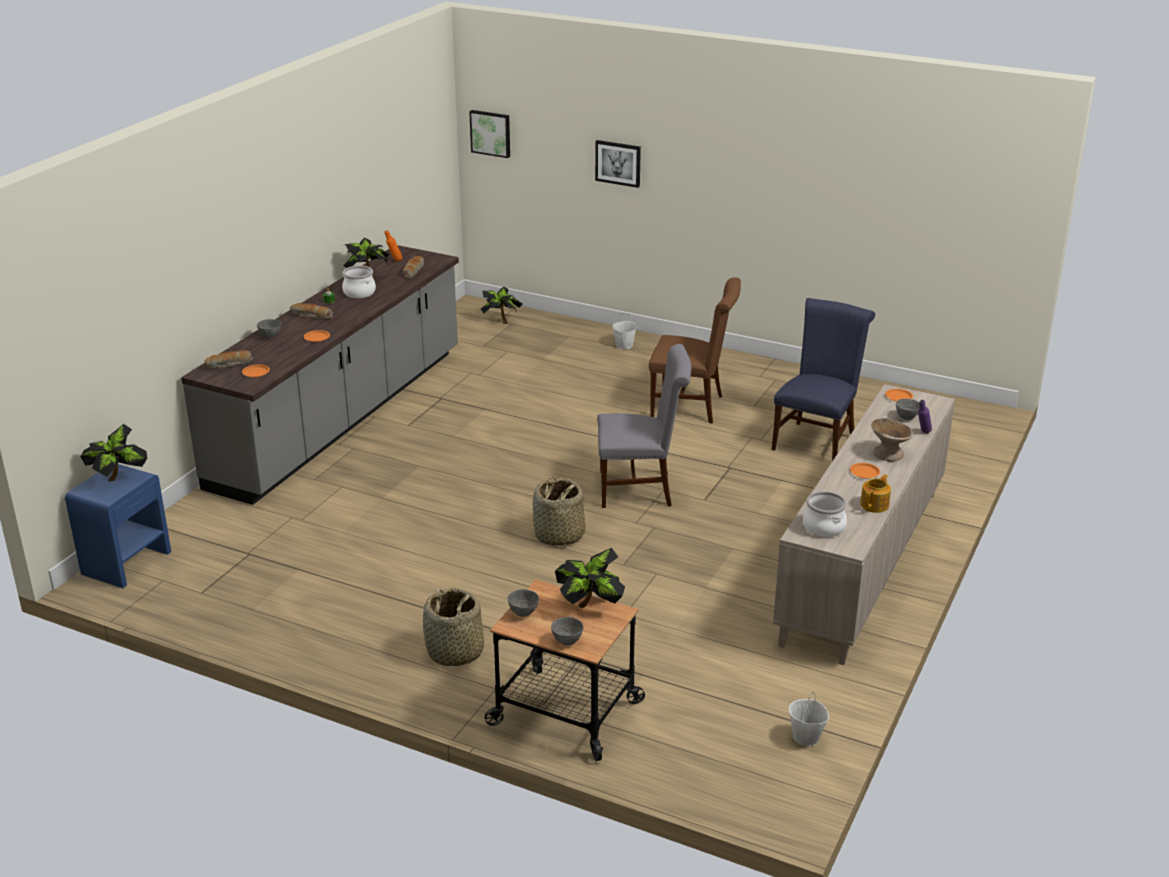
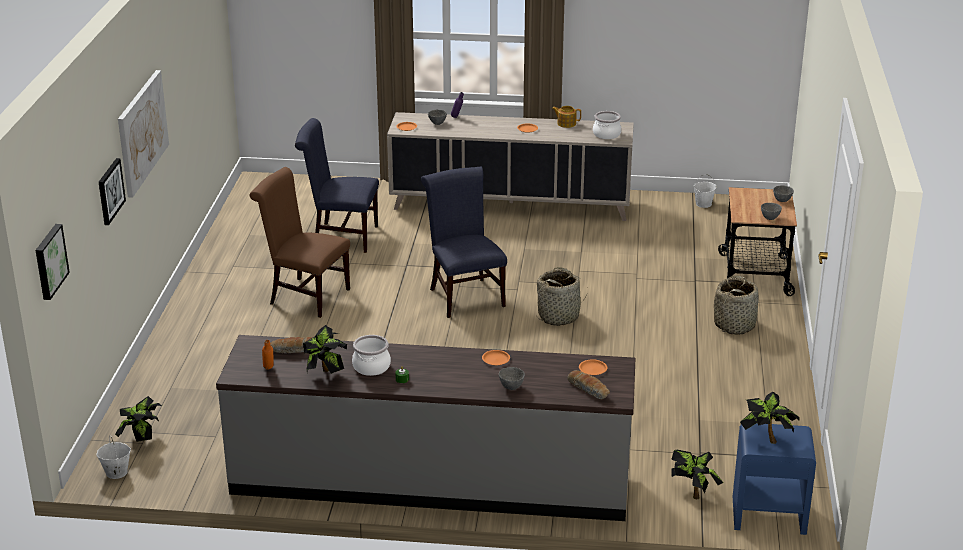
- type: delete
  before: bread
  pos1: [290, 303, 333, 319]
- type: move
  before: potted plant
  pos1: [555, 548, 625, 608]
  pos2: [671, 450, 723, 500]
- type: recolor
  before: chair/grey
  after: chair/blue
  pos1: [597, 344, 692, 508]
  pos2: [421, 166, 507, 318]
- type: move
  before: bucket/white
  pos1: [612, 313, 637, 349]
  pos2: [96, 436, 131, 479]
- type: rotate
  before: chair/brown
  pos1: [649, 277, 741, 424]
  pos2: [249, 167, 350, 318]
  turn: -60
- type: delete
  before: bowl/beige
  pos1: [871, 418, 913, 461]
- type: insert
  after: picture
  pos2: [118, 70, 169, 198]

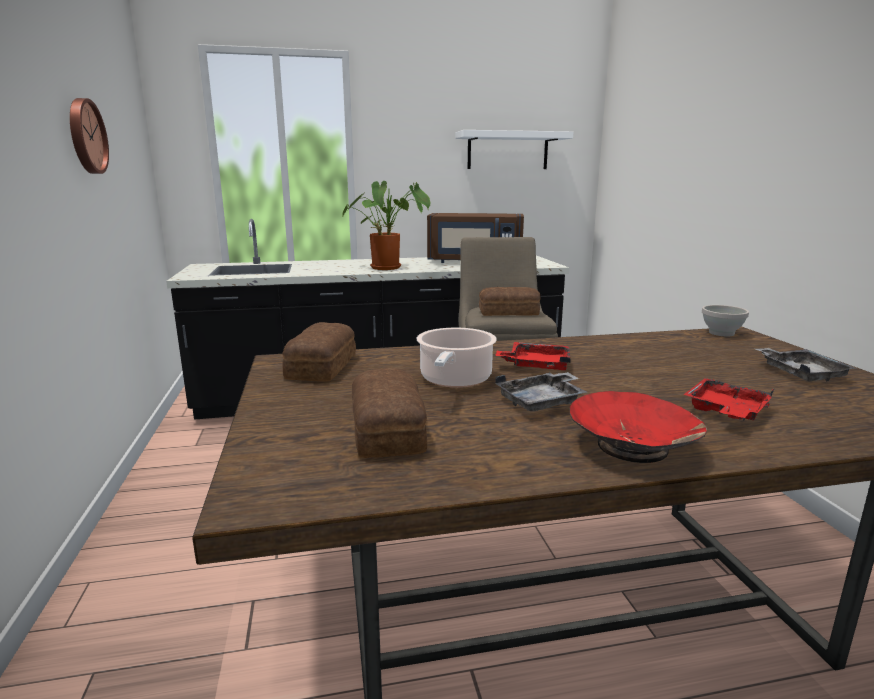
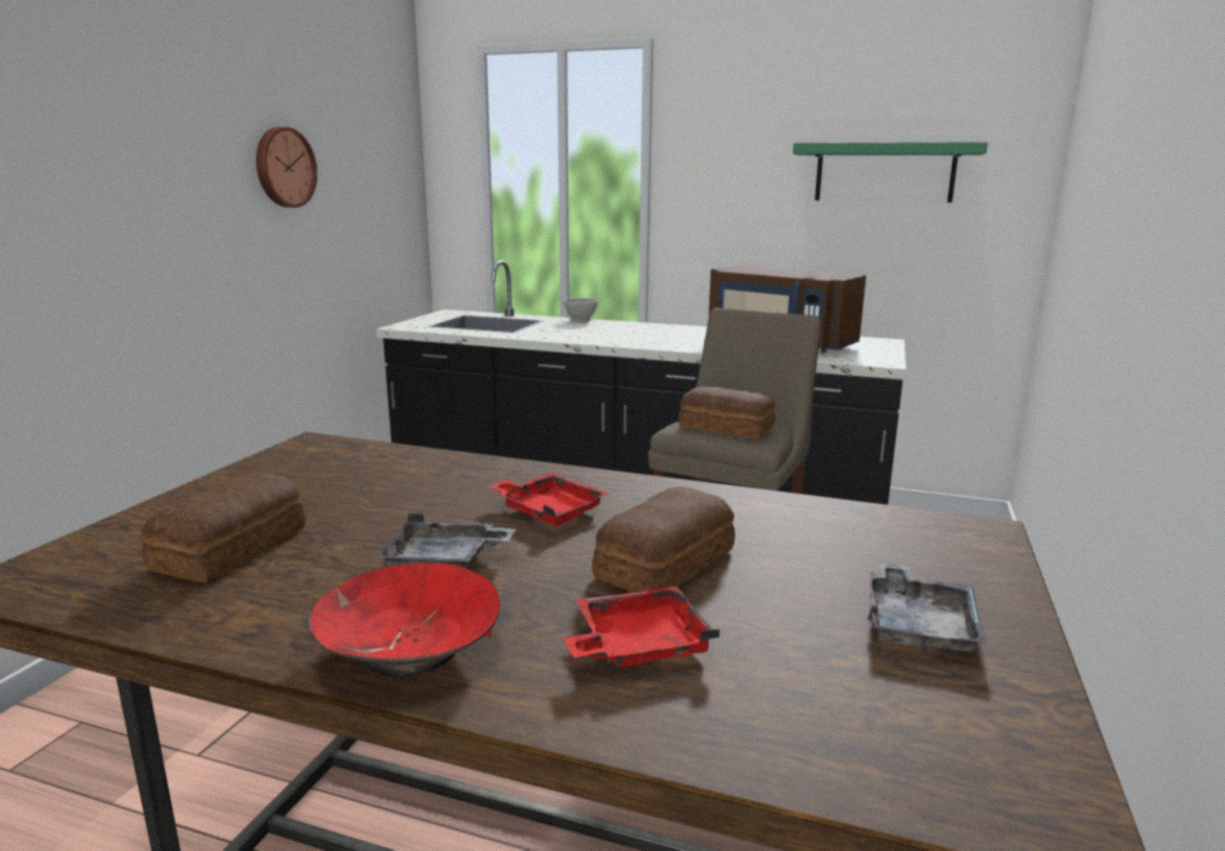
- type: move
  before: bread
  pos1: [282, 322, 356, 382]
  pos2: [593, 487, 735, 592]
- type: delete
  before: potted plant
  pos1: [342, 181, 430, 270]
- type: delete
  before: cooking pot
  pos1: [416, 328, 497, 388]
- type: recolor
  before: shelf/white
  after: shelf/green
  pos1: [455, 130, 573, 169]
  pos2: [793, 142, 988, 203]
- type: move
  before: bowl/white
  pos1: [702, 305, 749, 336]
  pos2: [564, 298, 598, 322]

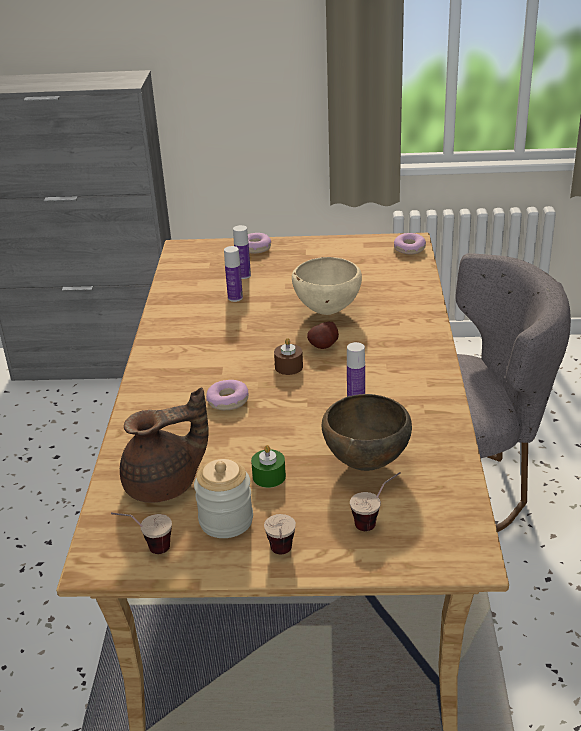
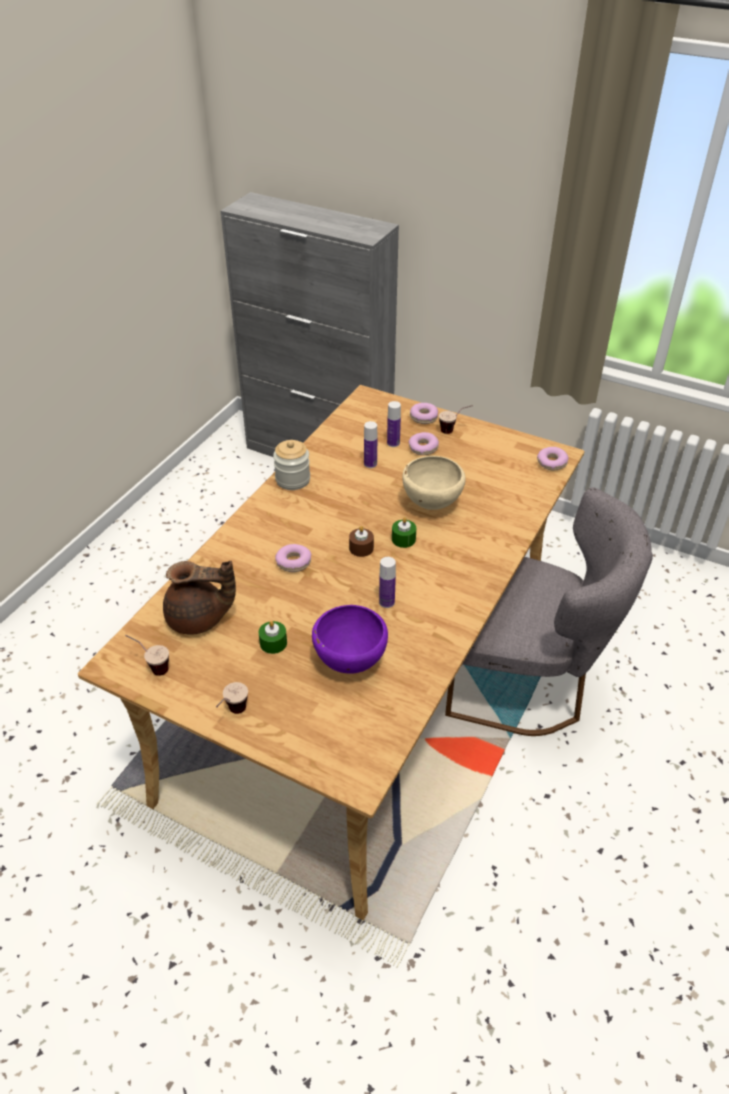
- type: move
  before: jar
  pos1: [194, 459, 253, 538]
  pos2: [273, 440, 310, 490]
- type: replace
  before: potato
  after: candle/green
  pos1: [307, 322, 339, 349]
  pos2: [392, 517, 416, 548]
- type: recolor
  before: bowl/brown
  after: bowl/purple
  pos1: [322, 394, 412, 471]
  pos2: [312, 605, 388, 674]
- type: move
  before: cup
  pos1: [350, 472, 400, 531]
  pos2: [439, 405, 473, 434]
- type: insert
  after: donut
  pos2: [409, 432, 439, 455]

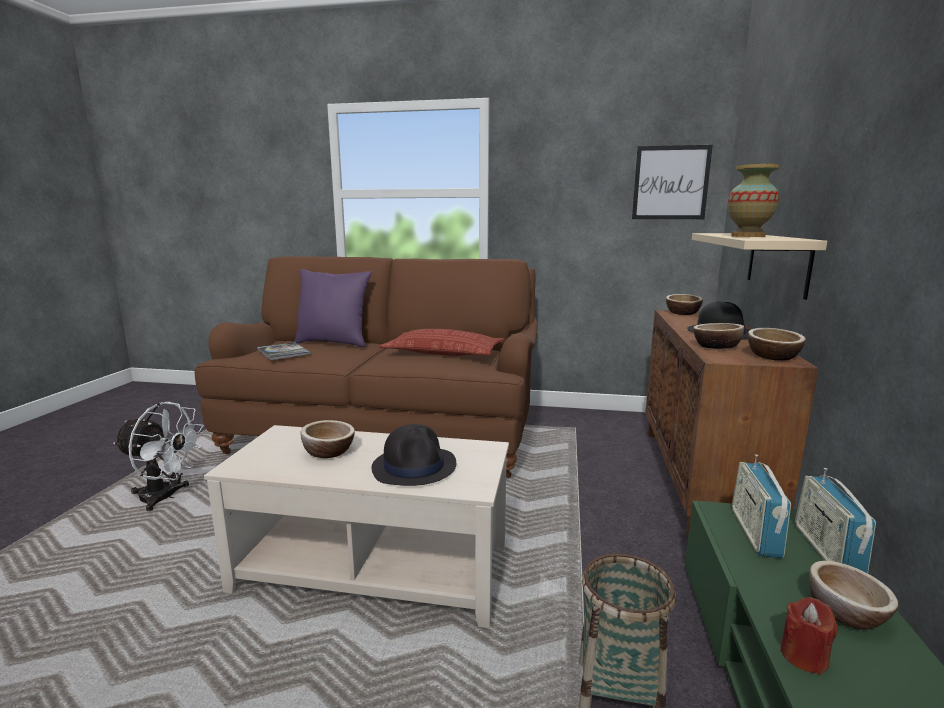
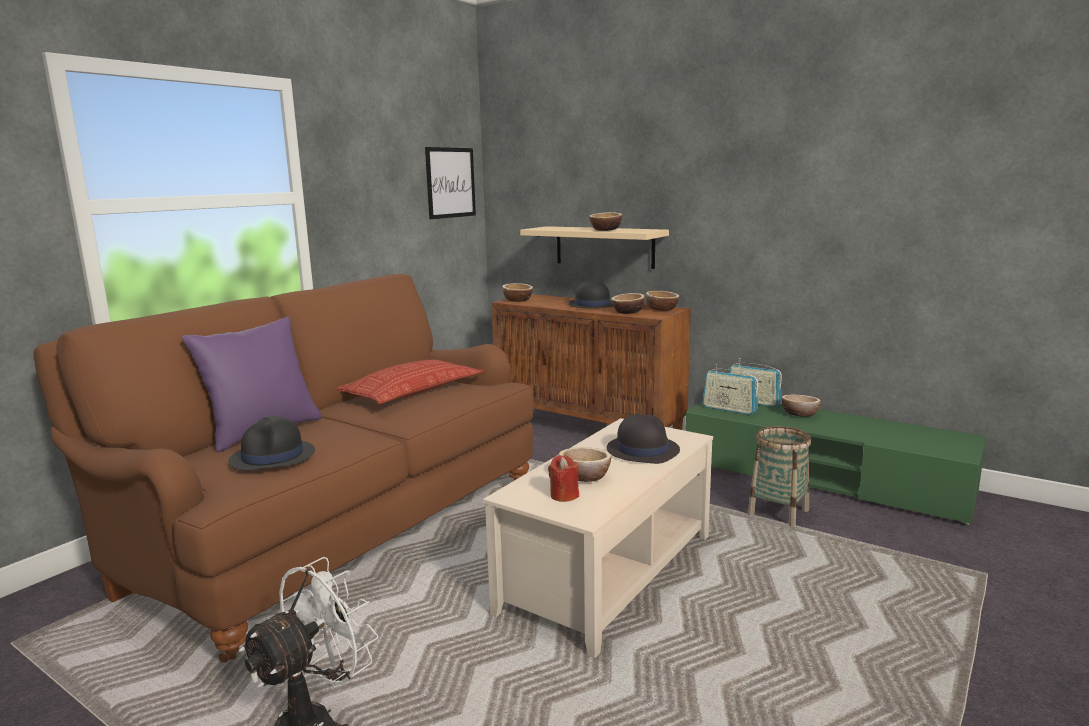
- type: replace
  before: book
  after: hat/black
  pos1: [257, 342, 311, 360]
  pos2: [228, 416, 315, 471]
- type: replace
  before: vase
  after: bowl
  pos1: [728, 164, 779, 237]
  pos2: [589, 212, 622, 231]
- type: move
  before: candle/red
  pos1: [781, 597, 838, 675]
  pos2: [548, 455, 579, 502]

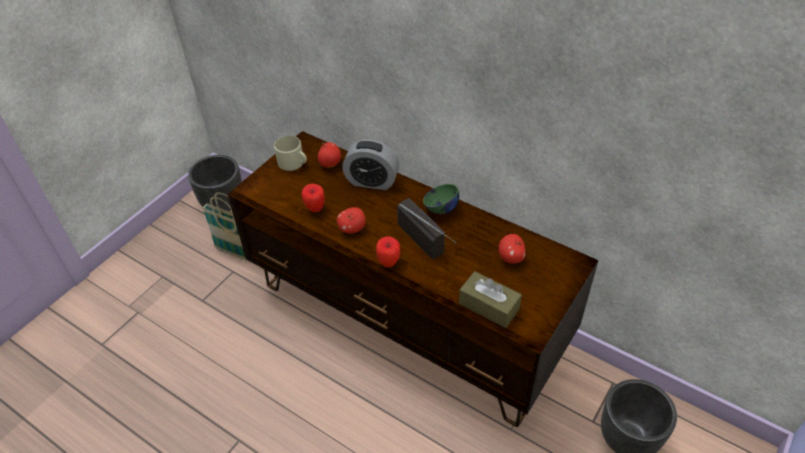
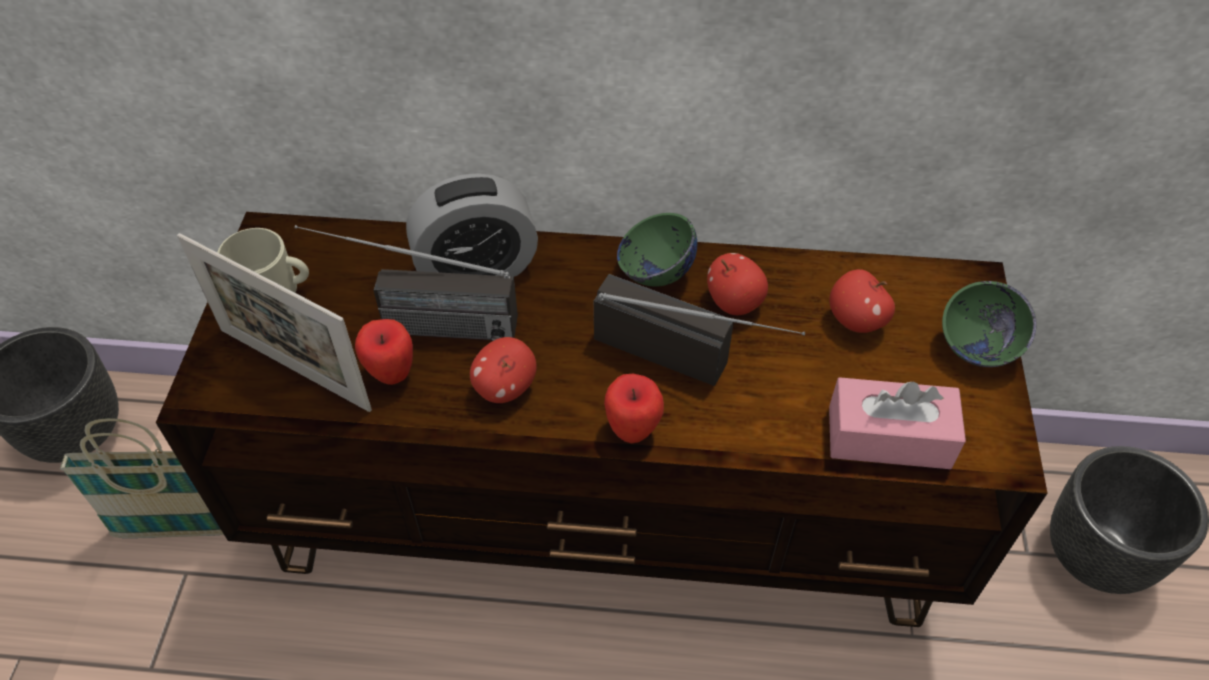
- type: move
  before: apple
  pos1: [318, 142, 341, 168]
  pos2: [707, 253, 768, 315]
- type: recolor
  before: tissue box/brown
  after: tissue box/pink
  pos1: [459, 271, 522, 328]
  pos2: [829, 377, 966, 469]
- type: insert
  after: picture frame
  pos2: [177, 233, 372, 412]
- type: insert
  after: radio
  pos2: [295, 225, 518, 341]
- type: insert
  after: bowl/green
  pos2: [942, 281, 1037, 367]

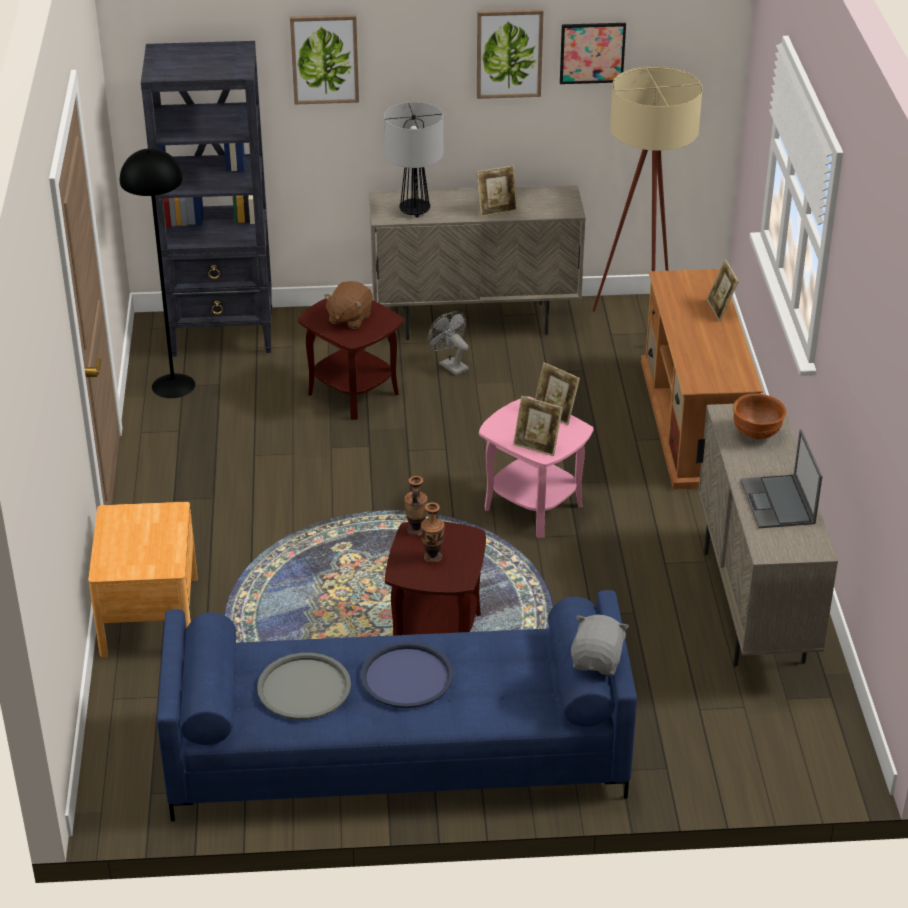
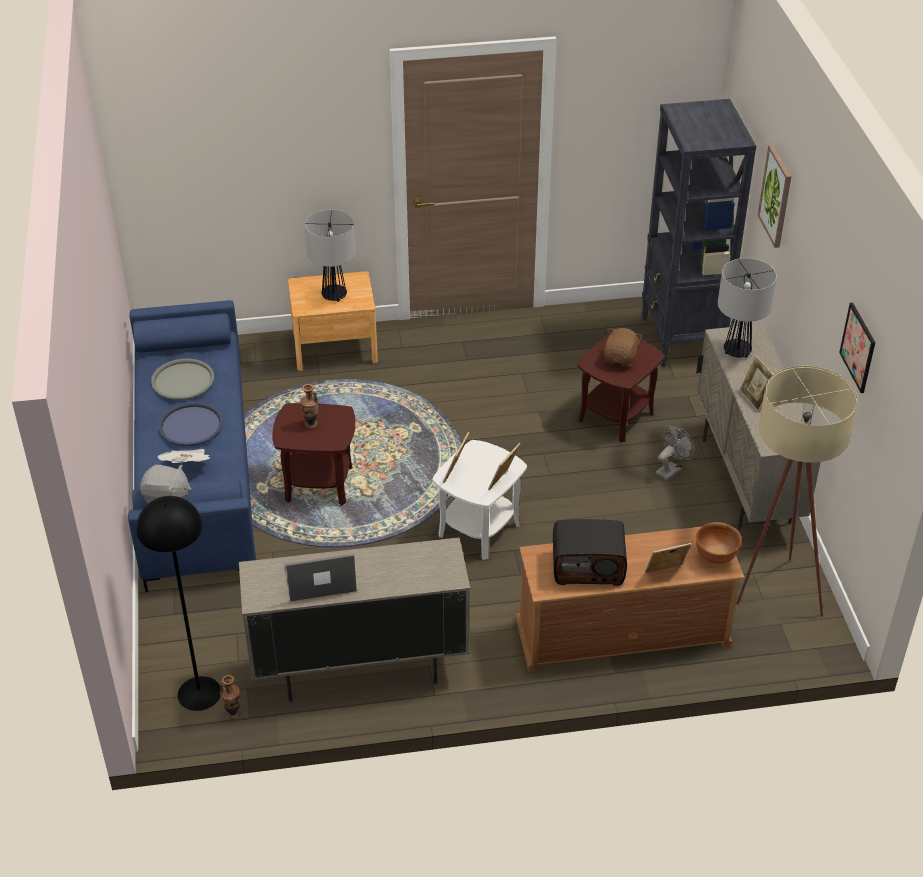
- type: move
  before: floor lamp/black
  pos1: [120, 148, 195, 398]
  pos2: [136, 496, 221, 711]
- type: rotate
  before: plush toy/brown
  pos1: [324, 281, 373, 329]
  pos2: [603, 328, 642, 367]
  turn: 90
- type: move
  before: vase
  pos1: [404, 476, 428, 536]
  pos2: [220, 675, 241, 720]
- type: delete
  before: picture
  pos1: [477, 9, 544, 99]
- type: recolor
  before: side table/pink
  after: side table/white
  pos1: [479, 396, 593, 538]
  pos2: [432, 440, 527, 560]
- type: move
  before: bowl/brown
  pos1: [733, 393, 786, 439]
  pos2: [696, 522, 742, 564]
- type: insert
  after: newspaper
  pos2: [158, 449, 210, 463]
- type: insert
  after: table lamp
  pos2: [305, 209, 356, 302]
- type: insert
  after: radio
  pos2: [553, 519, 627, 586]

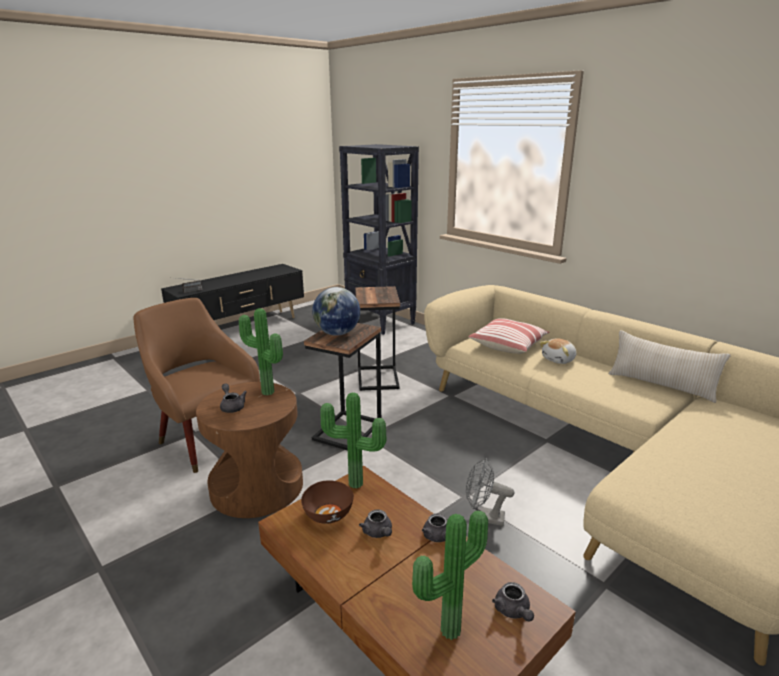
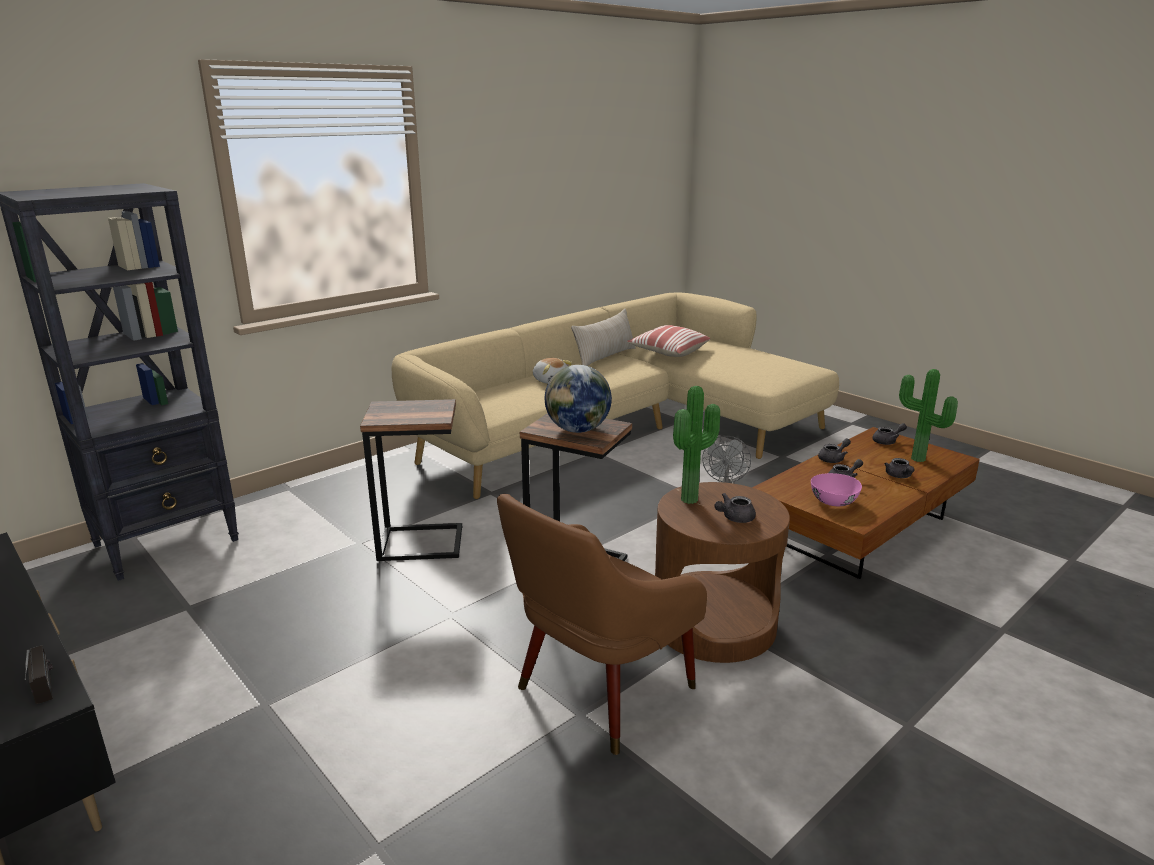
- type: recolor
  before: bowl/brown
  after: bowl/pink
  pos1: [301, 480, 354, 524]
  pos2: [811, 473, 862, 506]
- type: delete
  before: potted plant
  pos1: [320, 393, 386, 489]
- type: move
  before: pillow
  pos1: [468, 318, 549, 354]
  pos2: [627, 325, 710, 357]
- type: insert
  after: teapot/grey
  pos2: [884, 458, 915, 478]

